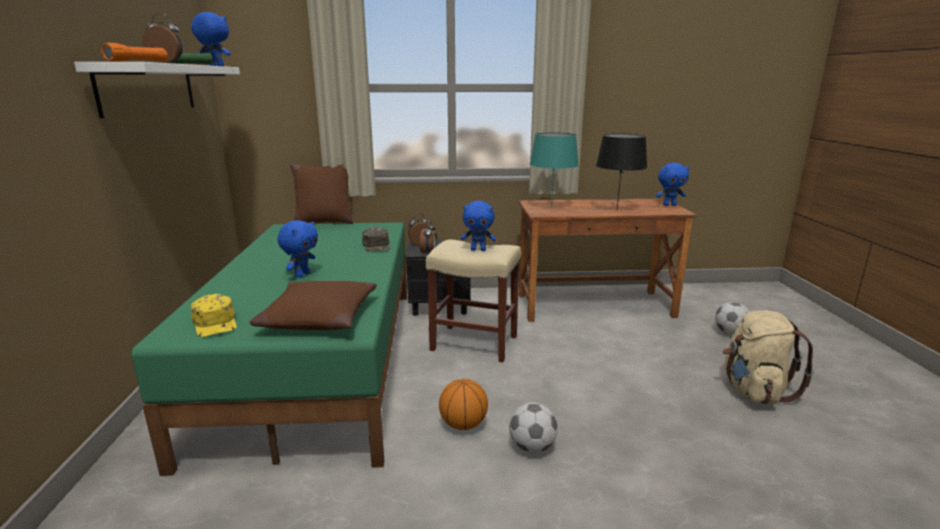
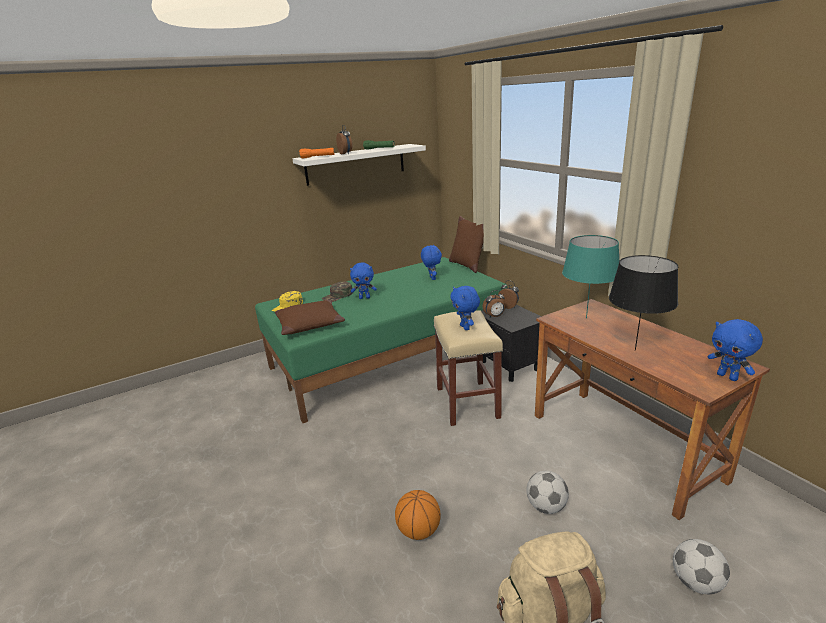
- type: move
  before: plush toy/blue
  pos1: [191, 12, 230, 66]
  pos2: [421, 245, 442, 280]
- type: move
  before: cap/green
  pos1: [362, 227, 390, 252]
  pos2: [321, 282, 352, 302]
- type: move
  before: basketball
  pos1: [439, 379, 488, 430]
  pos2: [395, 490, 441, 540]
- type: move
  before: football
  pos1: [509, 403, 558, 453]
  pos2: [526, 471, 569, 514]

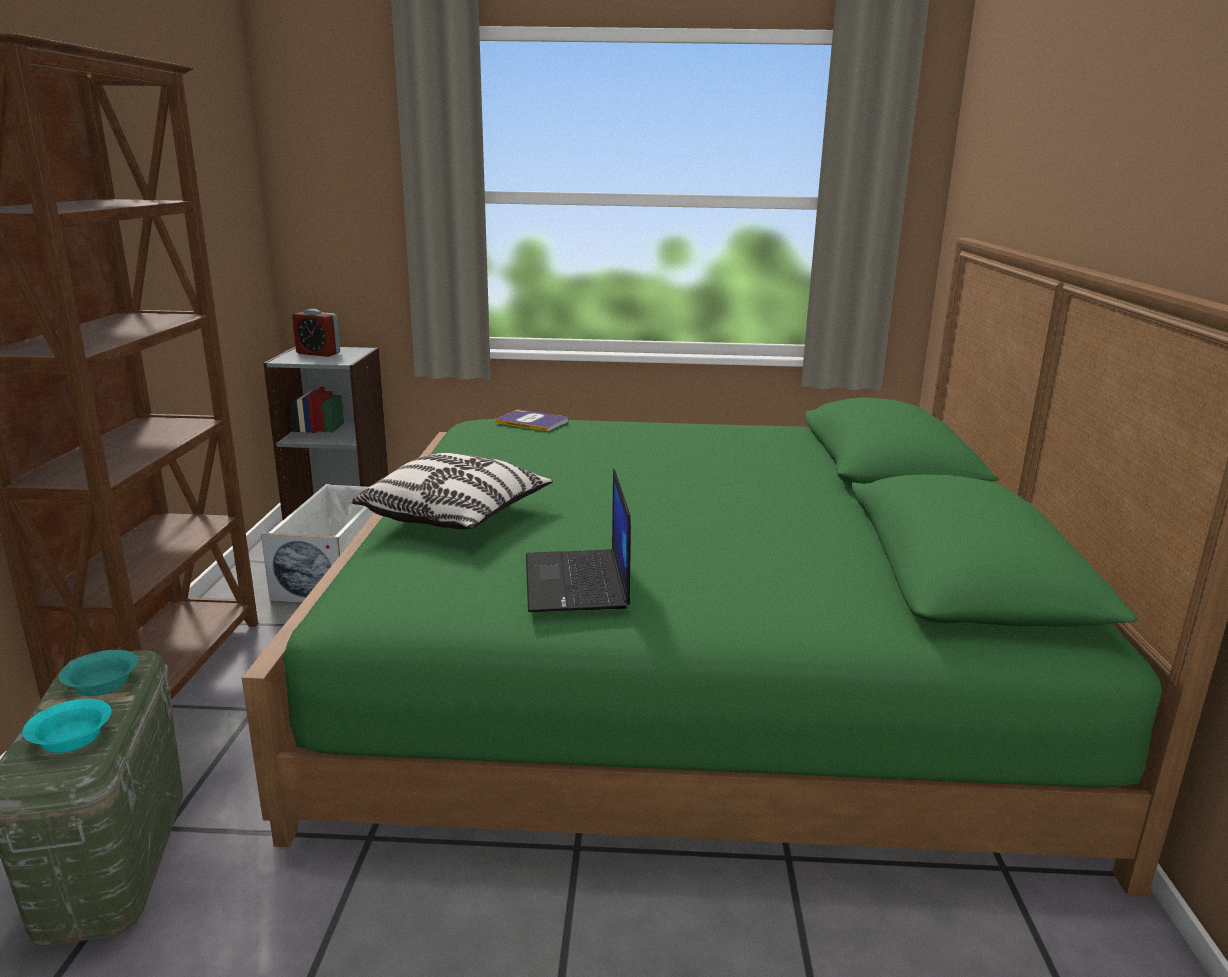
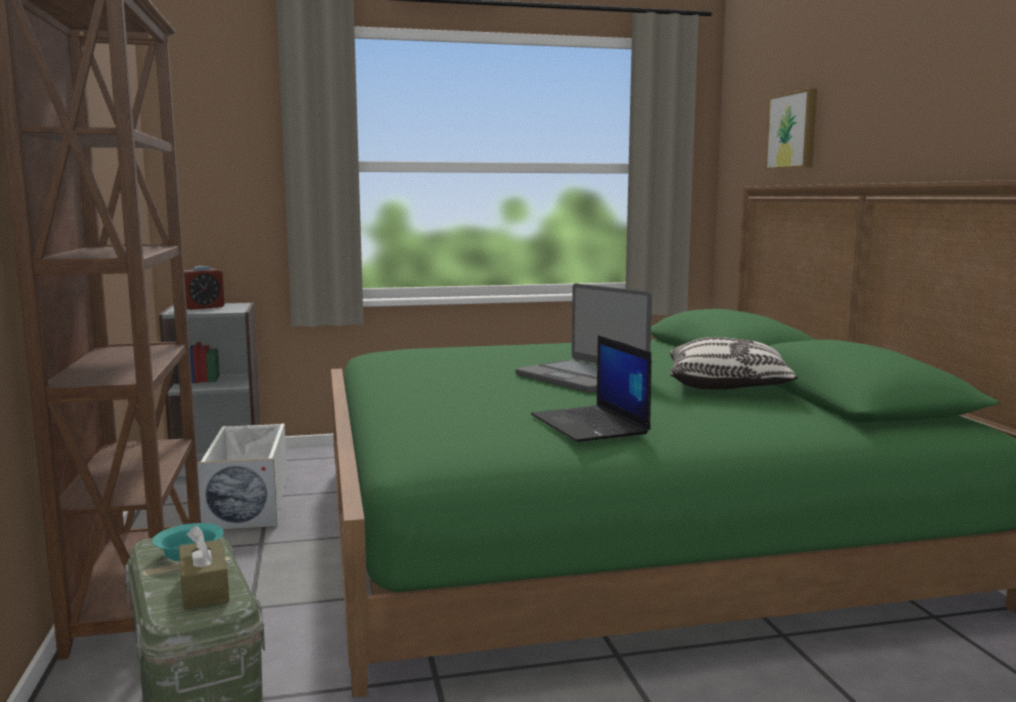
- type: replace
  before: bowl/turquoise
  after: tissue box/brown
  pos1: [22, 699, 111, 753]
  pos2: [179, 525, 229, 610]
- type: rotate
  before: alarm clock
  pos1: [292, 309, 340, 357]
  pos2: [184, 266, 224, 310]
  turn: -45
- type: move
  before: pillow
  pos1: [351, 453, 553, 529]
  pos2: [670, 337, 798, 390]
- type: delete
  before: book
  pos1: [495, 410, 568, 432]
- type: insert
  after: laptop
  pos2: [515, 283, 652, 393]
- type: insert
  after: picture
  pos2: [765, 88, 817, 170]

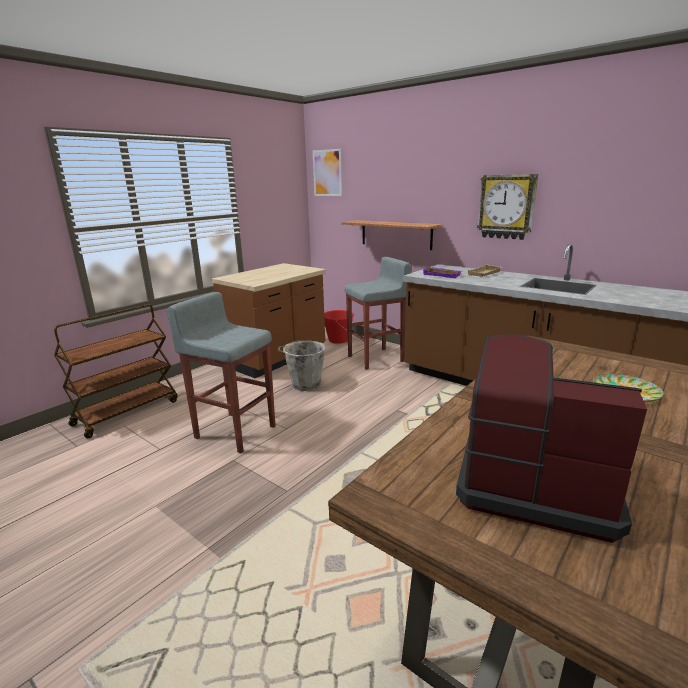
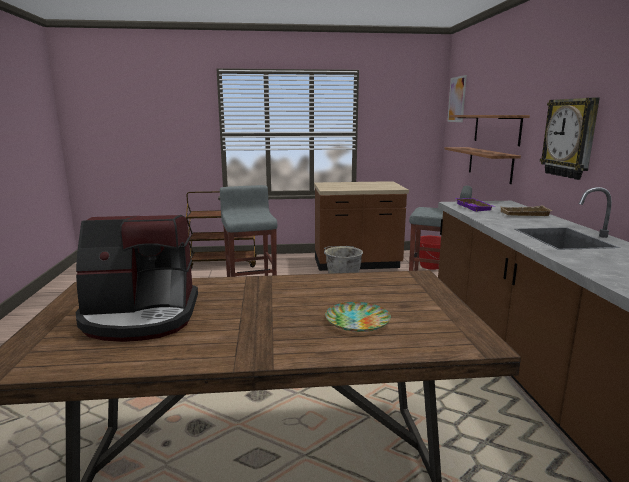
- type: rotate
  before: coffee machine
  pos1: [456, 334, 647, 543]
  pos2: [76, 215, 198, 342]
  turn: 105
- type: insert
  after: shelf
  pos2: [449, 115, 530, 146]

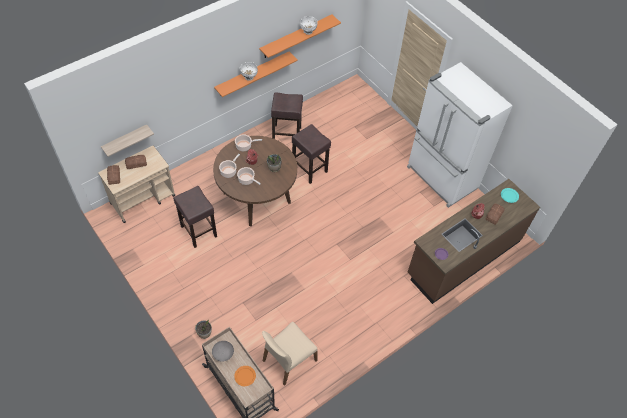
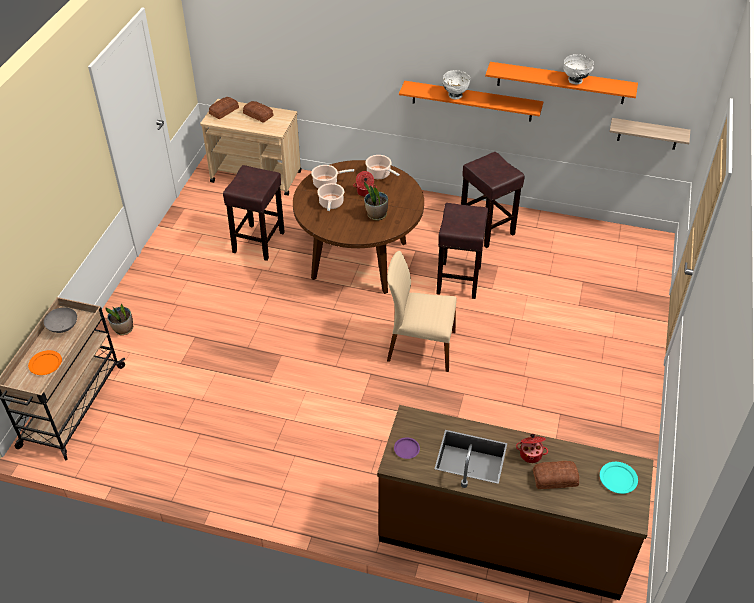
- type: move
  before: shelf
  pos1: [101, 124, 154, 157]
  pos2: [610, 118, 690, 150]
- type: move
  before: chair/beige
  pos1: [262, 321, 317, 386]
  pos2: [387, 251, 457, 372]
- type: delete
  before: fridge/white
  pos1: [407, 62, 513, 208]

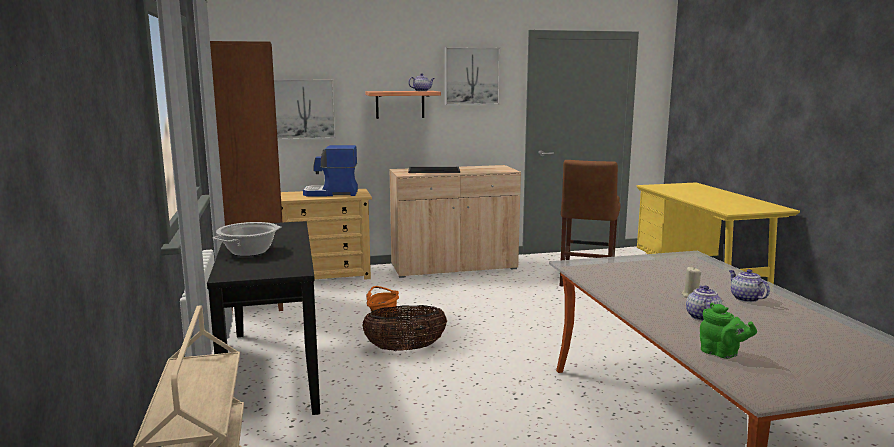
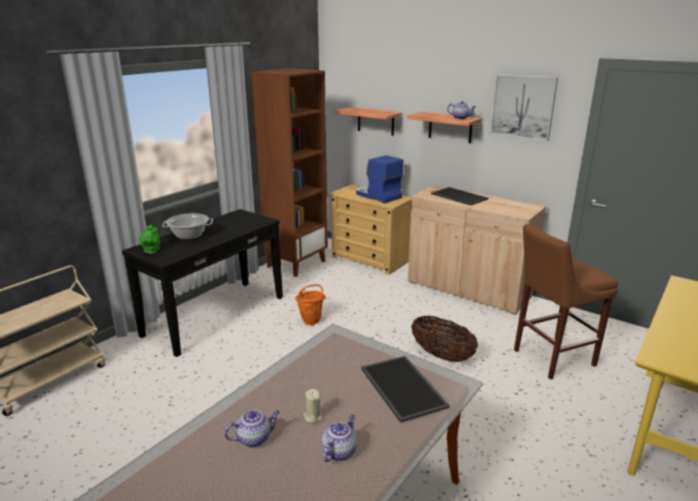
- type: replace
  before: picture
  after: shelf
  pos1: [274, 79, 336, 140]
  pos2: [335, 107, 402, 136]
- type: move
  before: basket
  pos1: [362, 305, 447, 351]
  pos2: [411, 316, 478, 362]
- type: move
  before: teapot/green
  pos1: [700, 303, 757, 359]
  pos2: [139, 224, 160, 254]
- type: insert
  after: tray
  pos2: [361, 356, 449, 423]

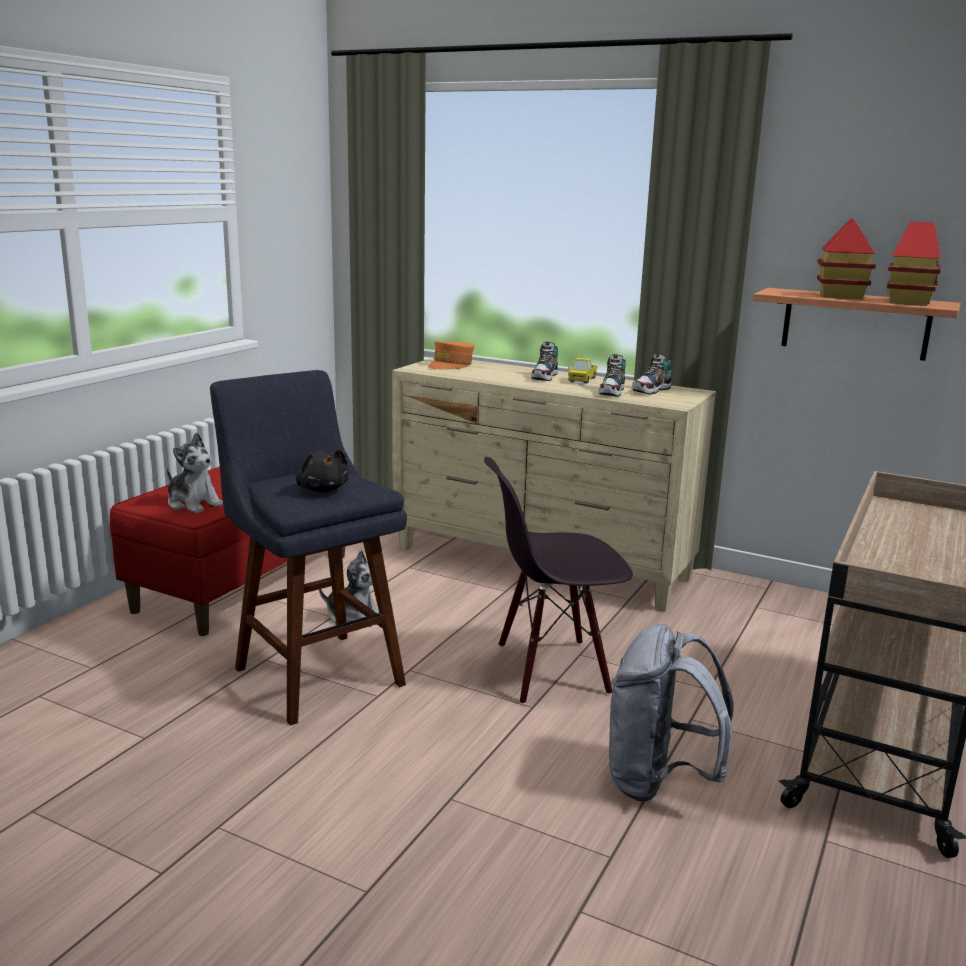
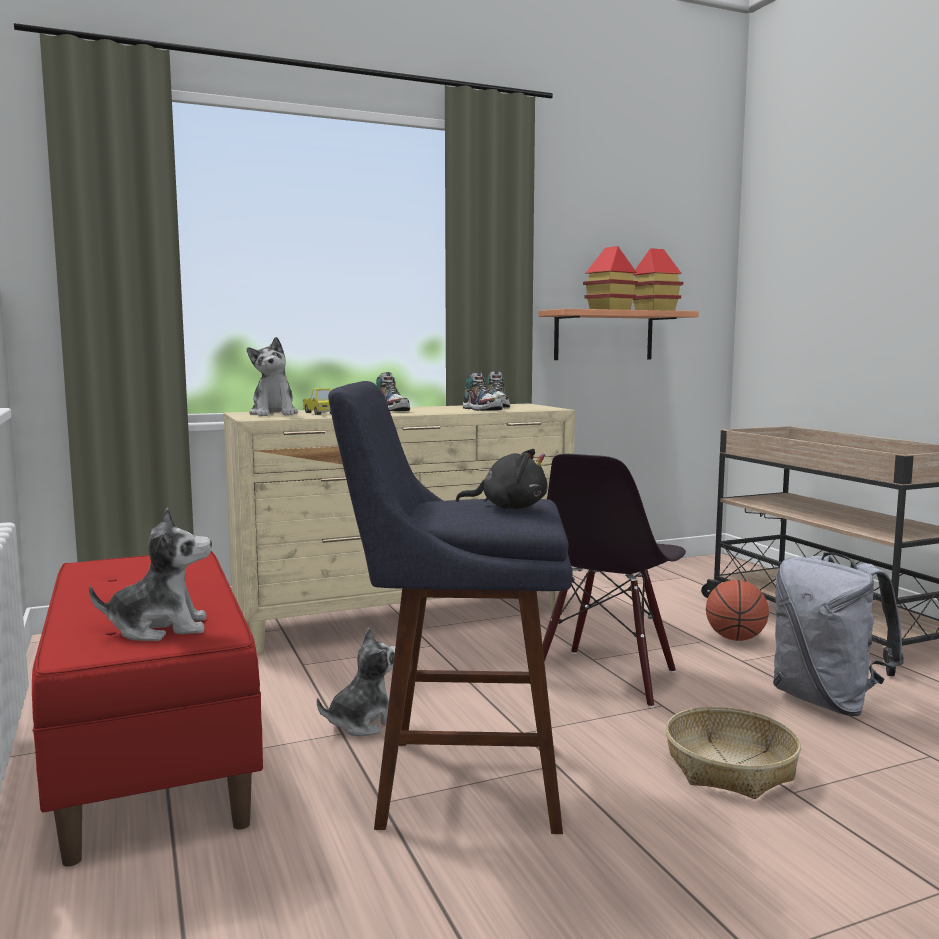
- type: replace
  before: cap/orange
  after: plush toy
  pos1: [428, 341, 474, 369]
  pos2: [247, 337, 298, 416]
- type: move
  before: toy truck
  pos1: [568, 358, 597, 384]
  pos2: [303, 388, 331, 415]
- type: insert
  after: basket
  pos2: [666, 706, 801, 799]
- type: insert
  after: basketball
  pos2: [706, 580, 769, 641]

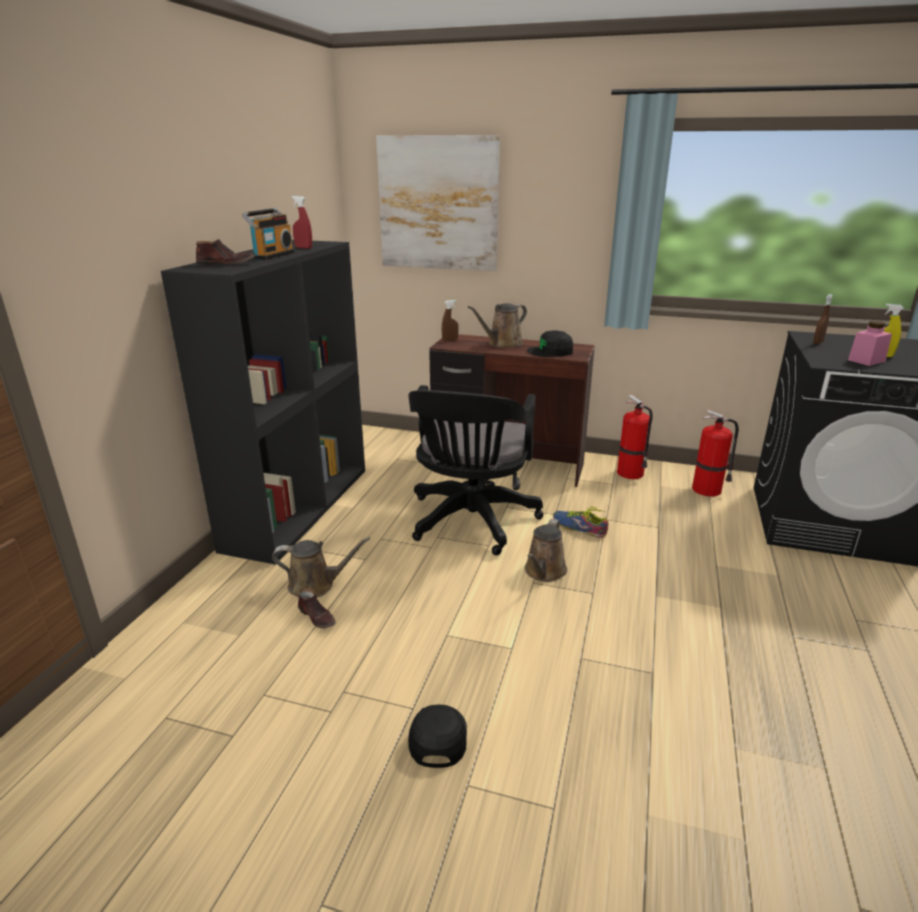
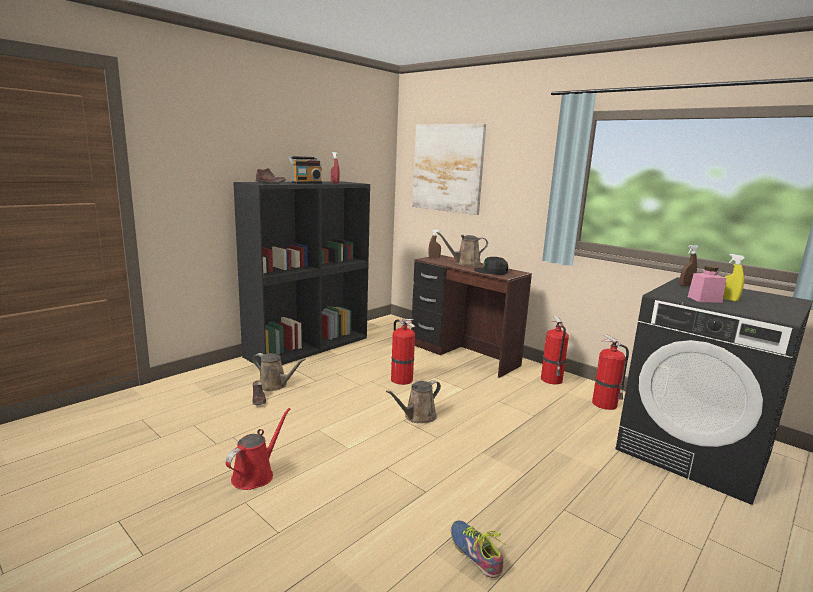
- type: replace
  before: cap/black
  after: watering can/red
  pos1: [408, 704, 467, 768]
  pos2: [226, 408, 290, 490]
- type: replace
  before: office chair/black
  after: fire extinguisher
  pos1: [409, 385, 544, 556]
  pos2: [391, 319, 415, 385]
- type: move
  before: shoe
  pos1: [553, 507, 608, 538]
  pos2: [451, 520, 506, 578]

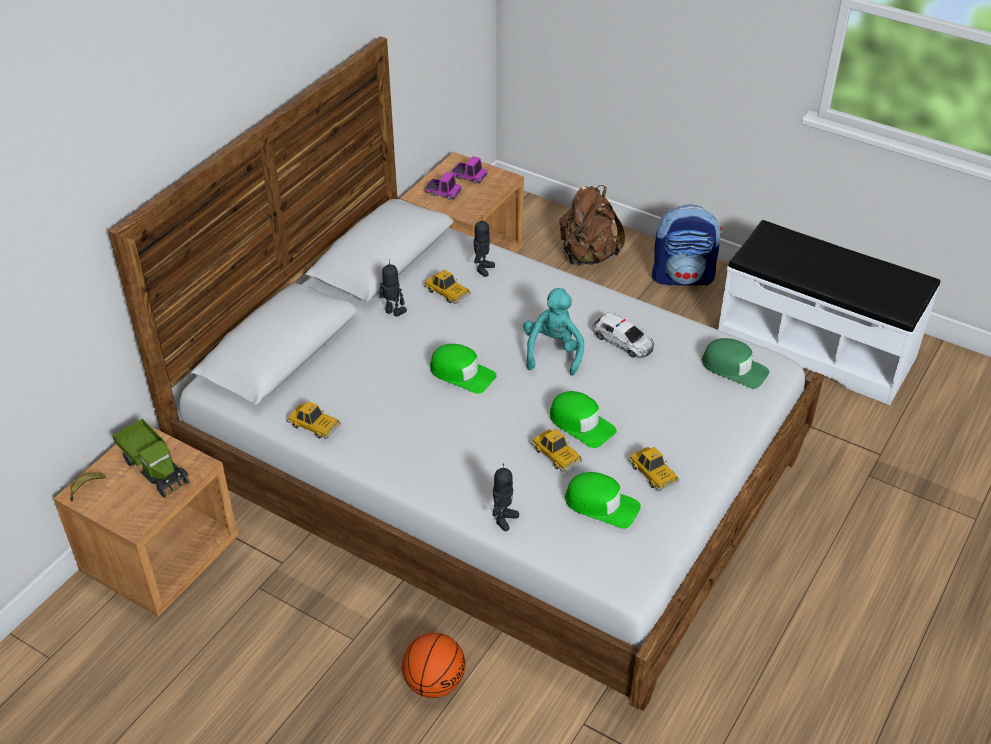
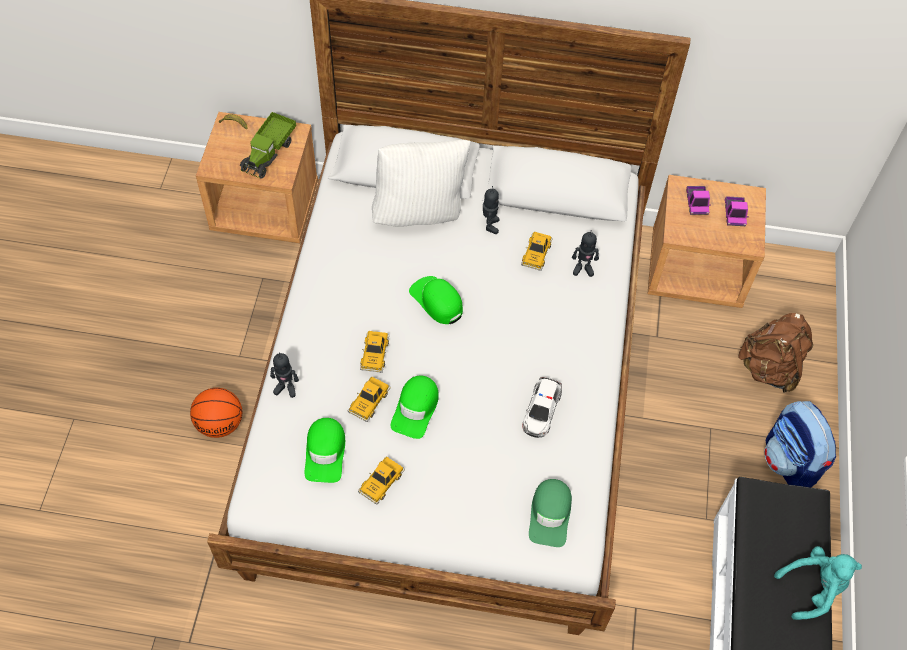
- type: move
  before: toy car
  pos1: [287, 401, 341, 439]
  pos2: [360, 331, 389, 373]
- type: rotate
  before: cap/green
  pos1: [430, 344, 497, 394]
  pos2: [409, 276, 463, 324]
  turn: 135
- type: move
  before: plush toy/turquoise
  pos1: [523, 288, 584, 375]
  pos2: [774, 546, 862, 620]
- type: insert
  after: pillow/white
  pos2: [372, 140, 471, 227]

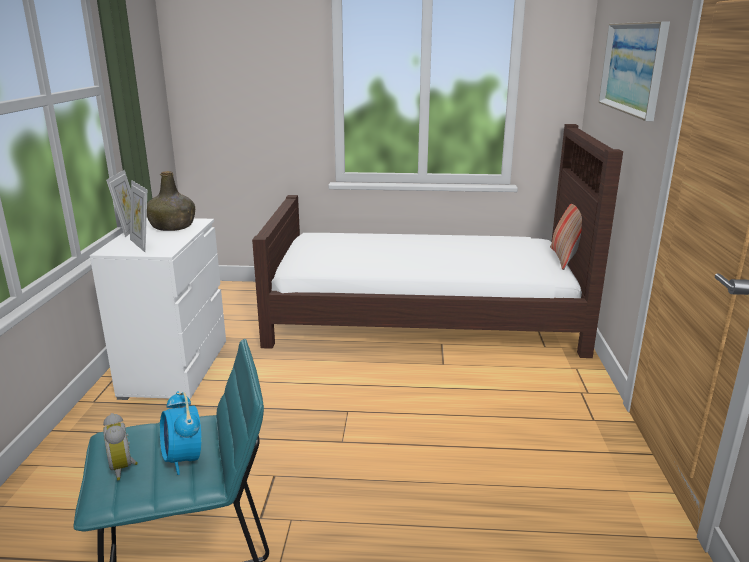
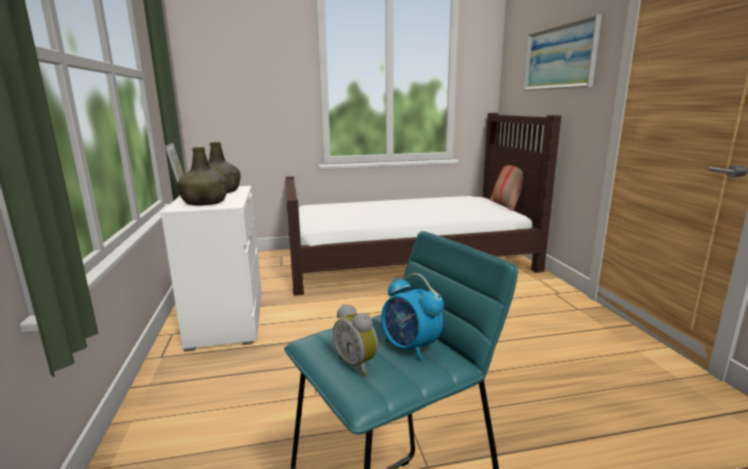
- type: replace
  before: picture frame
  after: bottle/green
  pos1: [130, 180, 147, 252]
  pos2: [177, 147, 228, 206]

